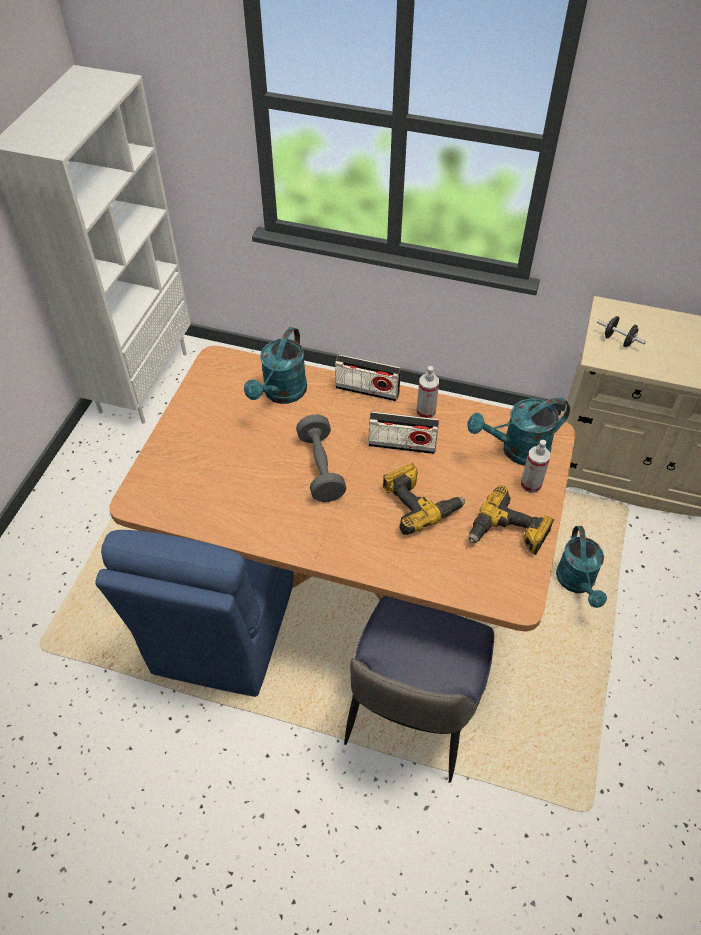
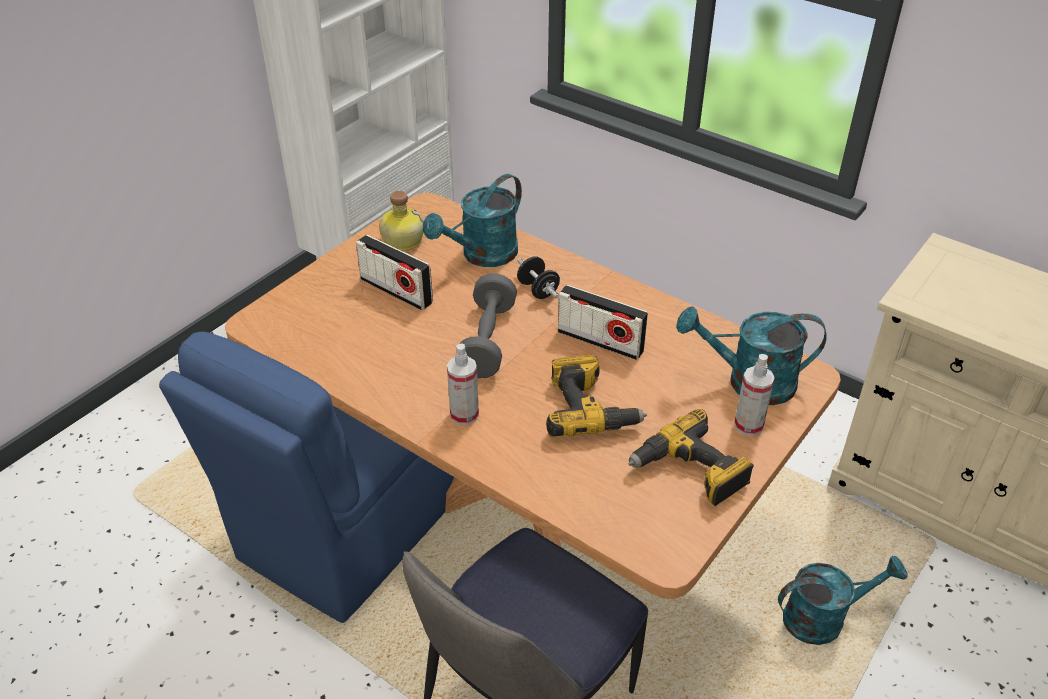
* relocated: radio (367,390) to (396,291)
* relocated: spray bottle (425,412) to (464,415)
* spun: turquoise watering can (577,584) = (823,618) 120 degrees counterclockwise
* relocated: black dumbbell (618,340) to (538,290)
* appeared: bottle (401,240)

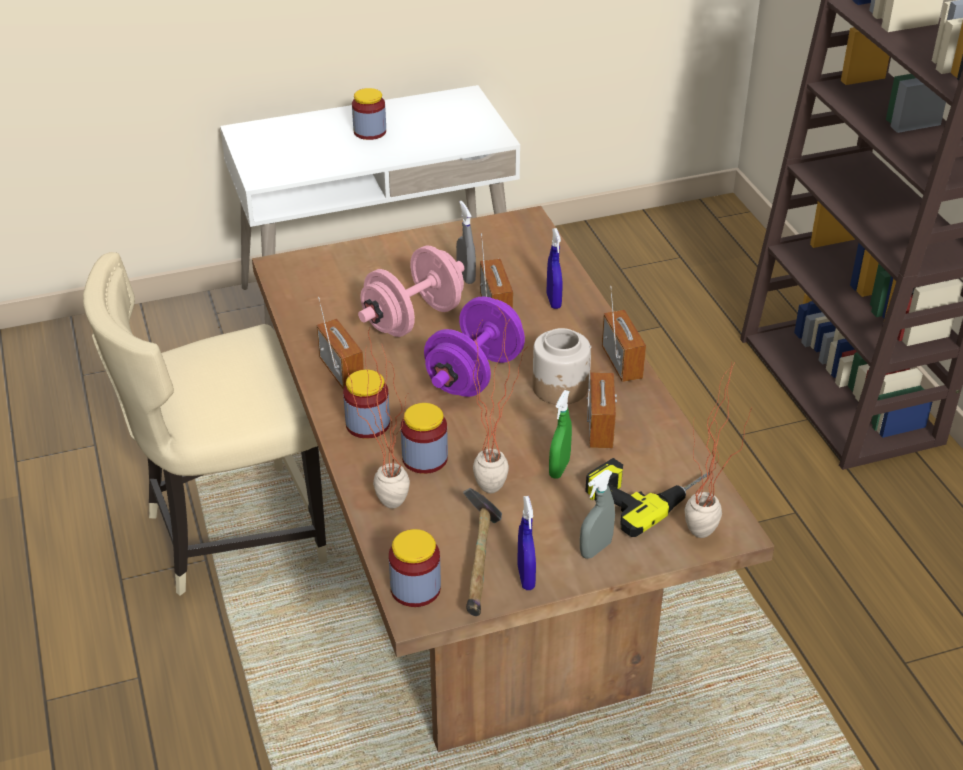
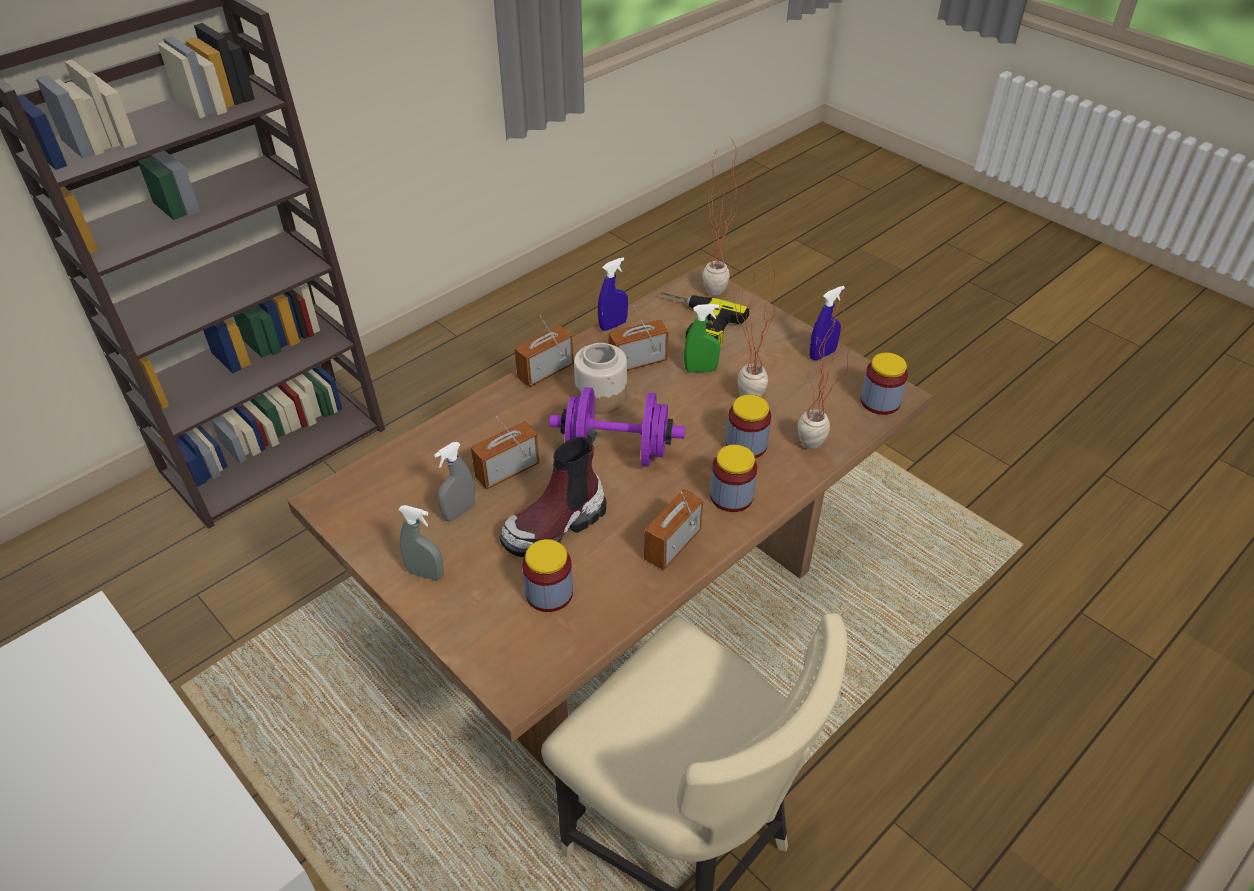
* relocated: jar (370,132) to (549,593)
* exchanged: pink dumbbell (413,319) to boot (556,525)
* missing: hammer (480,564)
* relocated: blue spray bottle (553,301) to (613,325)
* relocated: grey spray bottle (595,549) to (426,573)

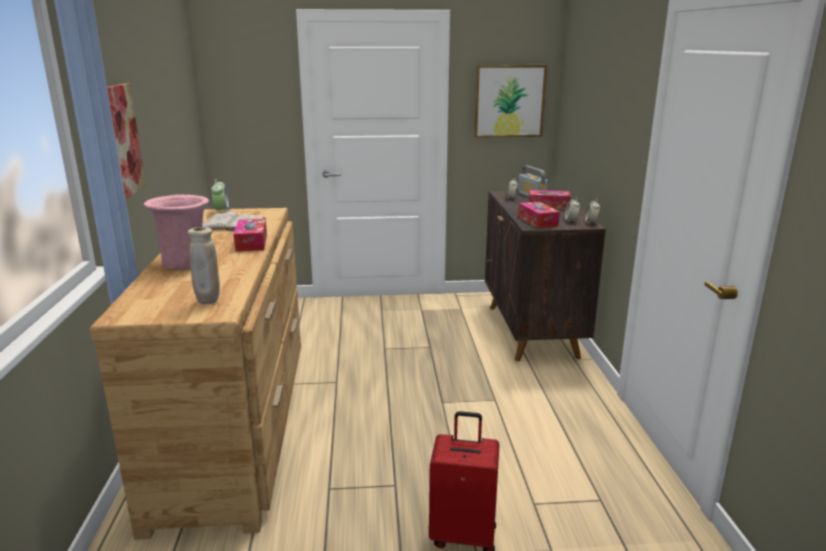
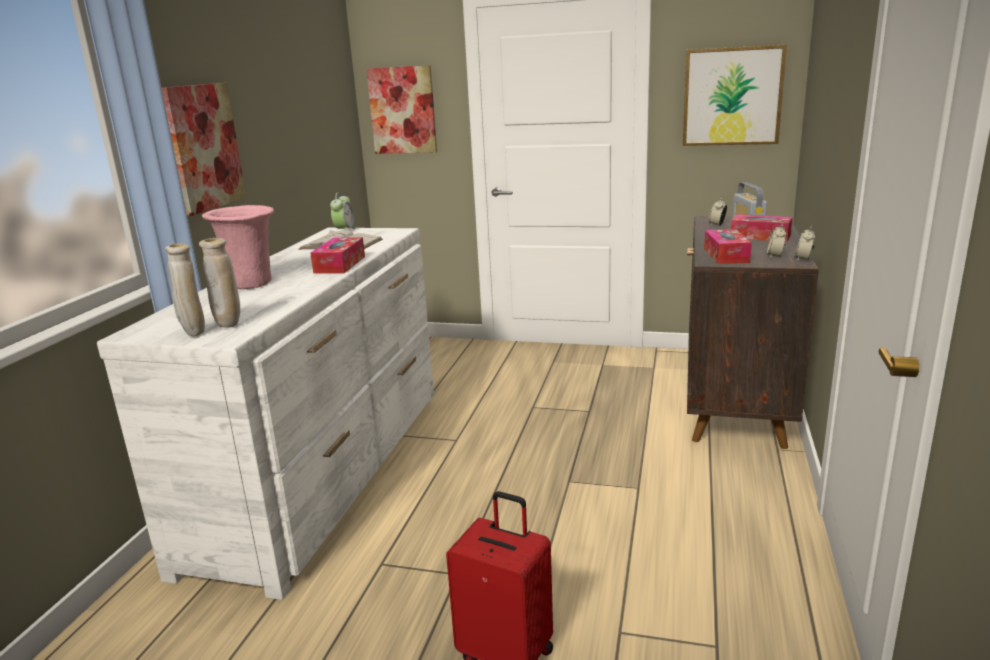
* colour: brown dresser (237,421) to white dresser (327,470)
* appeared: beige vase (193,334)
* appeared: picture (403,110)

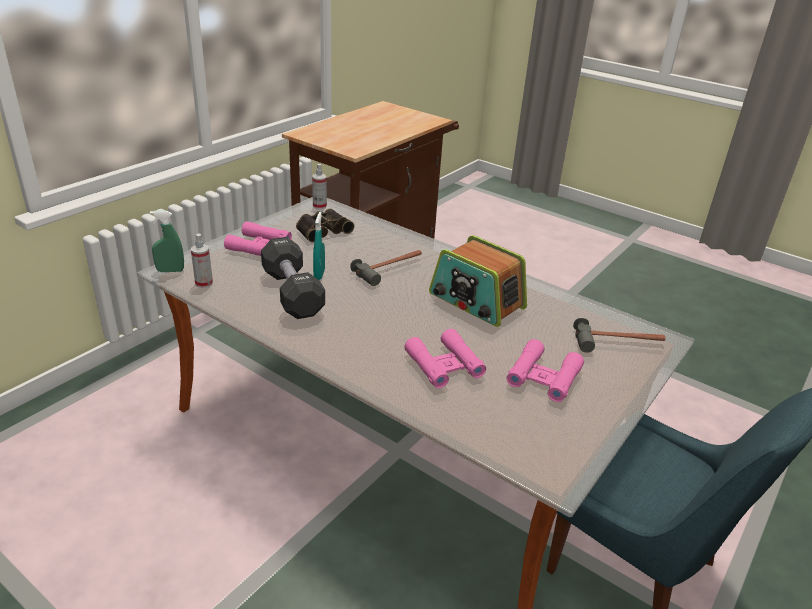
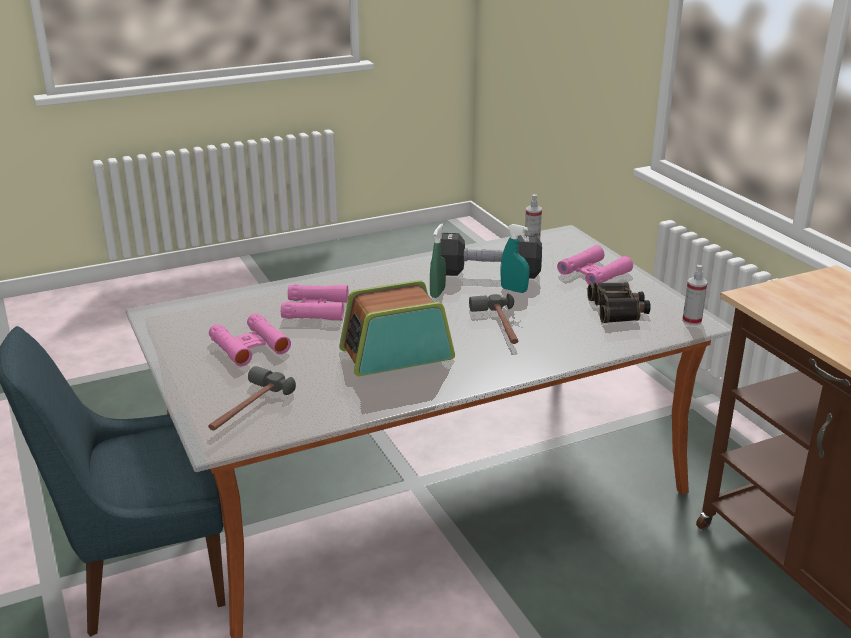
* relocated: green spray bottle (170,271) to (437,293)

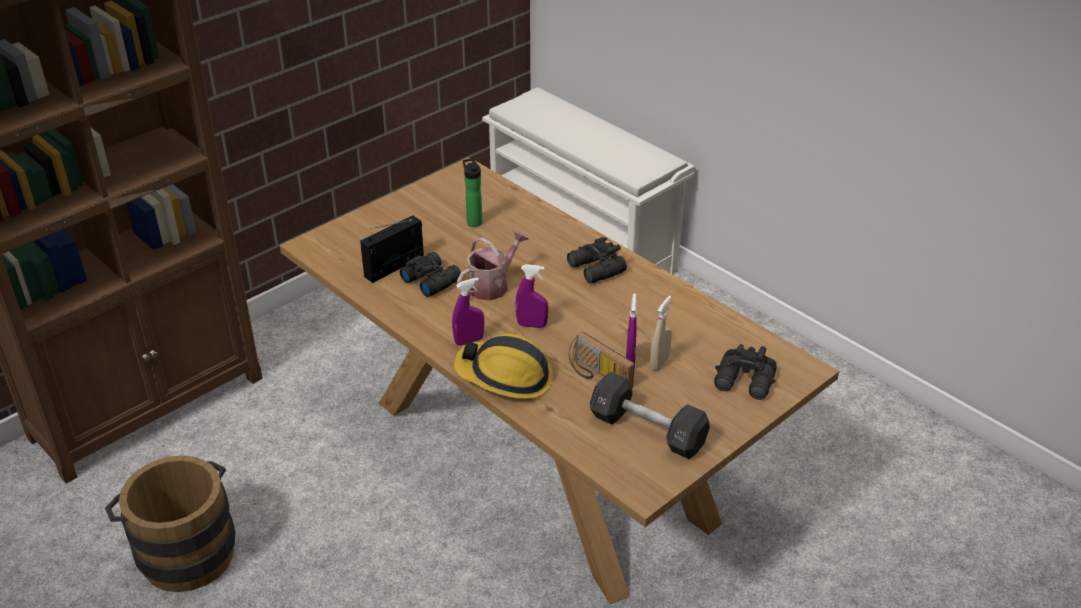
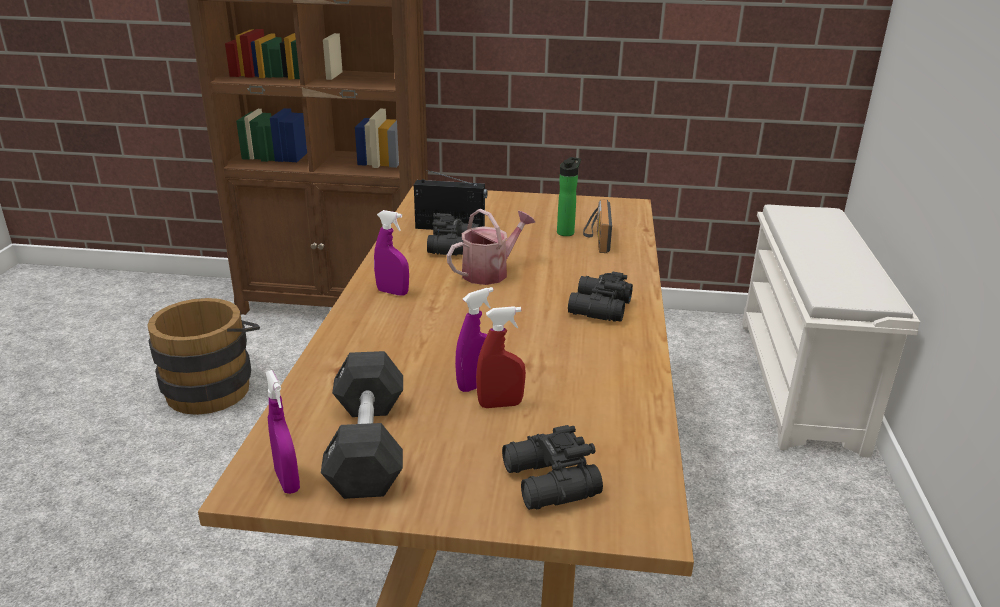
* missing: hard hat (505,377)
* spun: watering can (492,285) = (490,272) 45 degrees counterclockwise
* relocated: purple spray bottle (532,325) to (287,481)
* relocated: radio (597,375) to (595,238)
* colour: beige spray bottle (659,363) to red spray bottle (500,404)

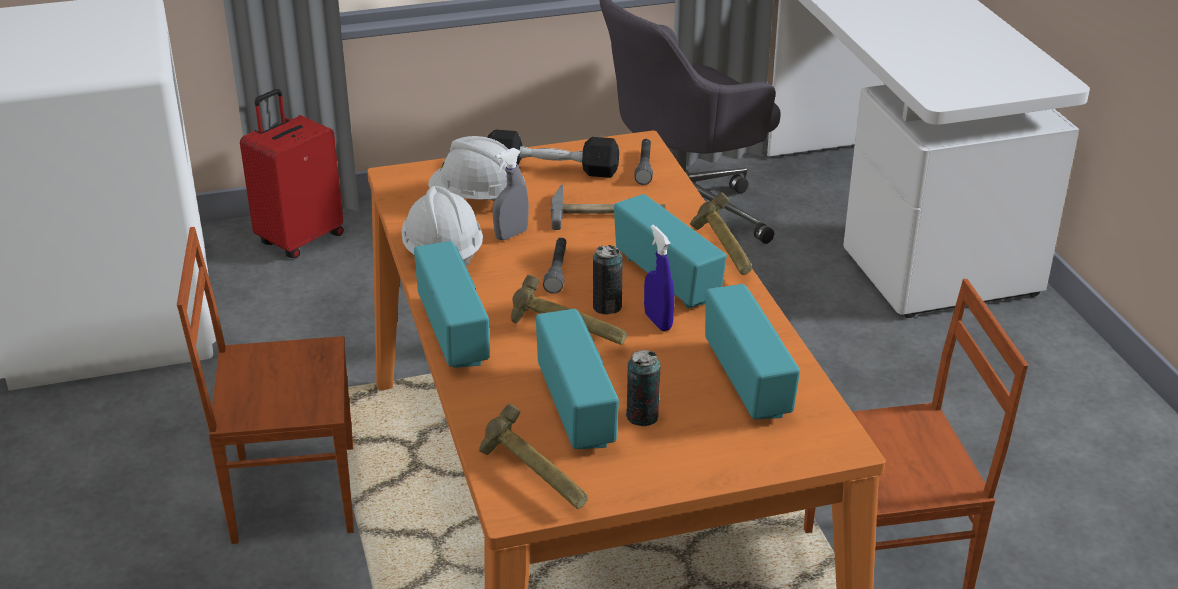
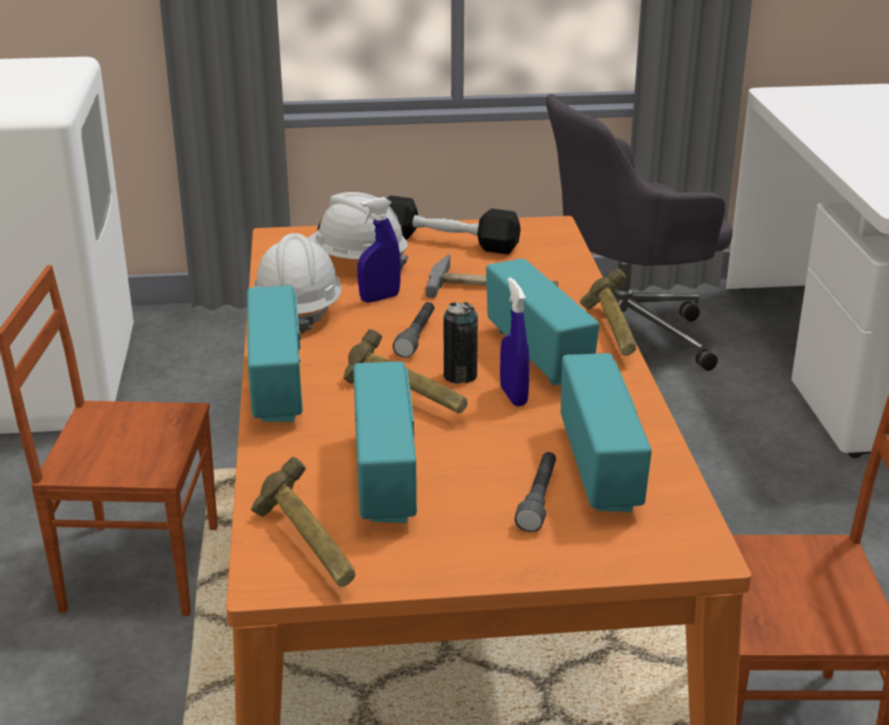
* missing: red suitcase (299,239)
* colour: grey spray bottle (511,234) to blue spray bottle (379,298)
* missing: can (642,417)
* relocated: grey flashlight (644,167) to (538,499)

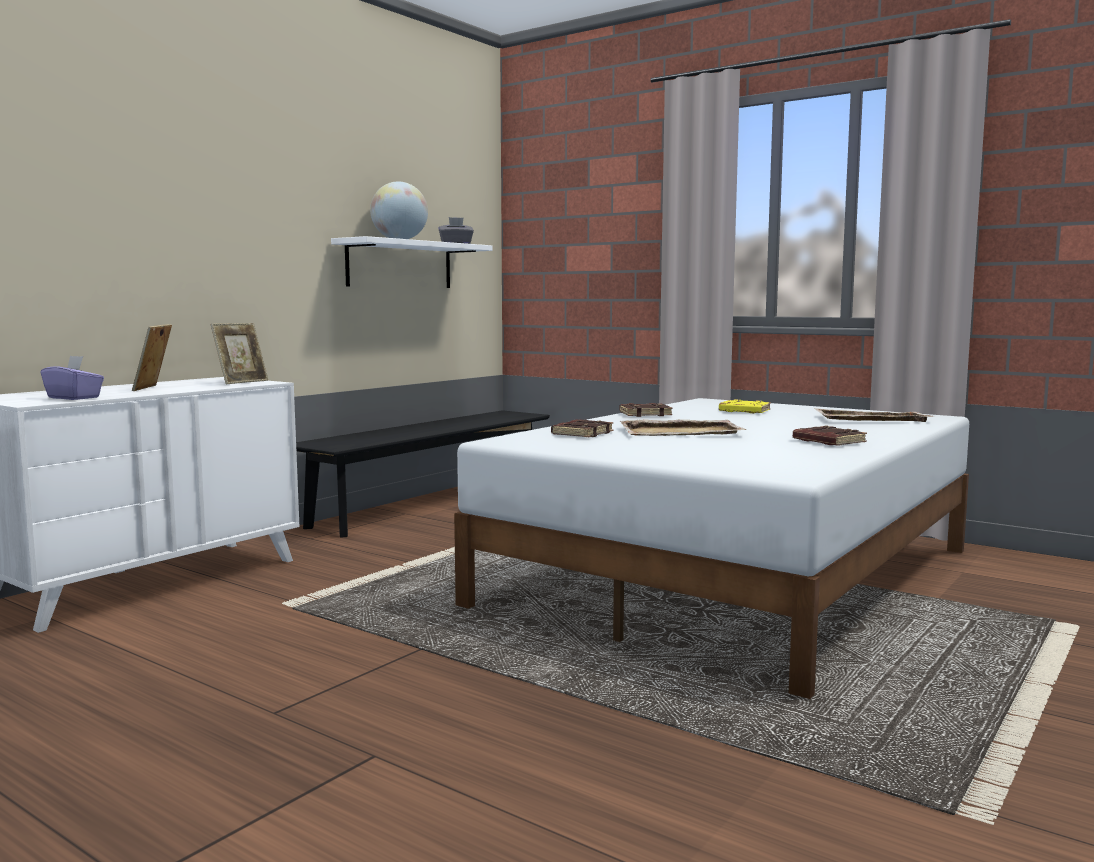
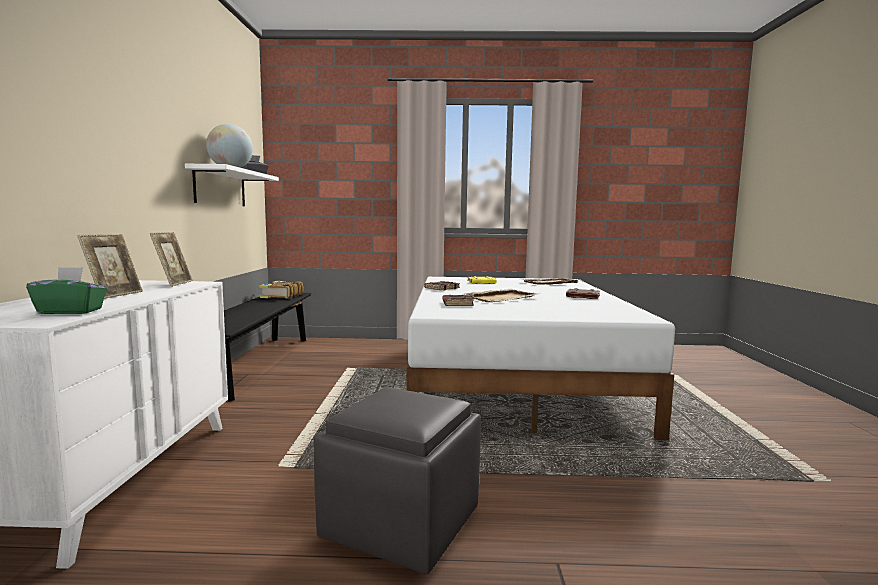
* colour: purple tissue box (74,398) to green tissue box (71,311)
* spun: picture frame (154,388) = (114,295) 135 degrees counterclockwise
* appeared: book (281,296)
* appeared: grey ottoman (402,525)

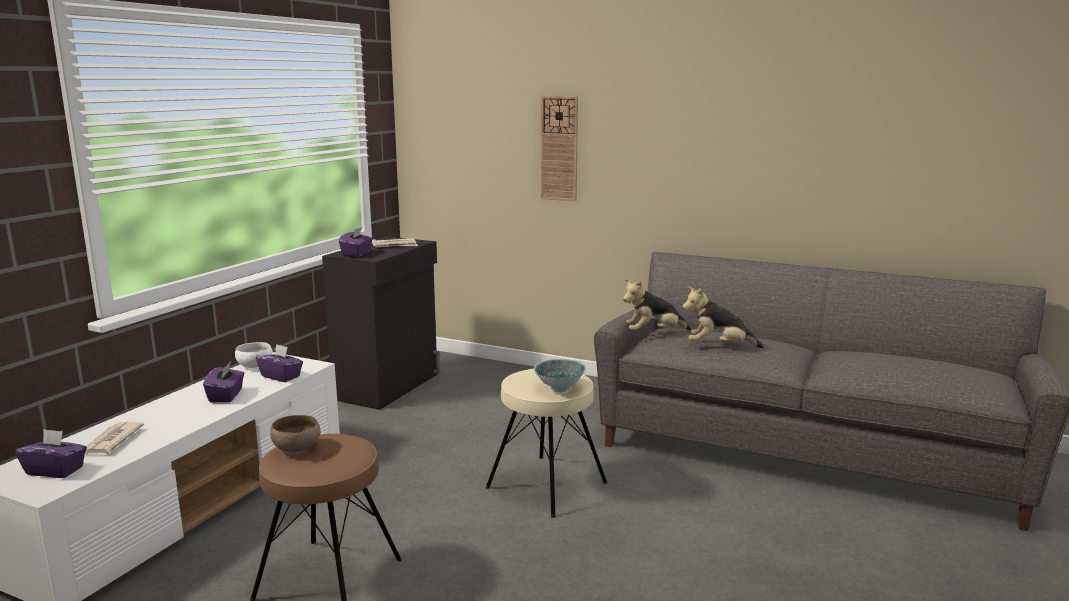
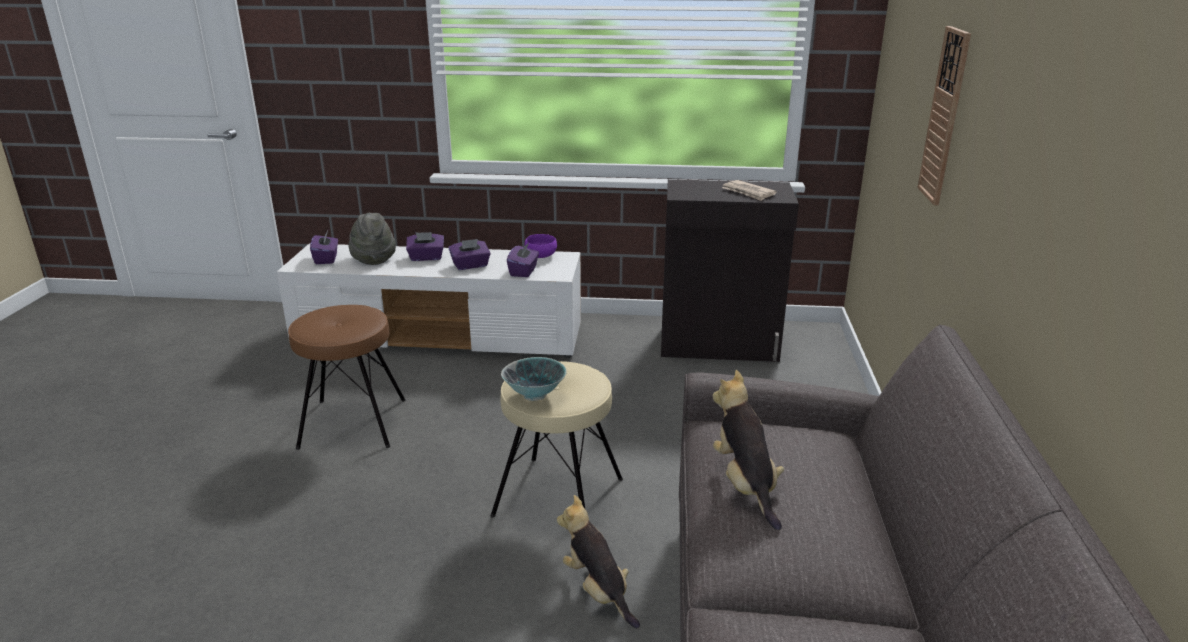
* exchanged: newspaper (110,442) to grey hat (373,258)
* colour: white bowl (255,366) to purple bowl (541,256)
* missing: brown bowl (297,448)
* relocated: purple tissue box (357,254) to (426,258)
* relocated: plush toy (653,333) to (598,590)

